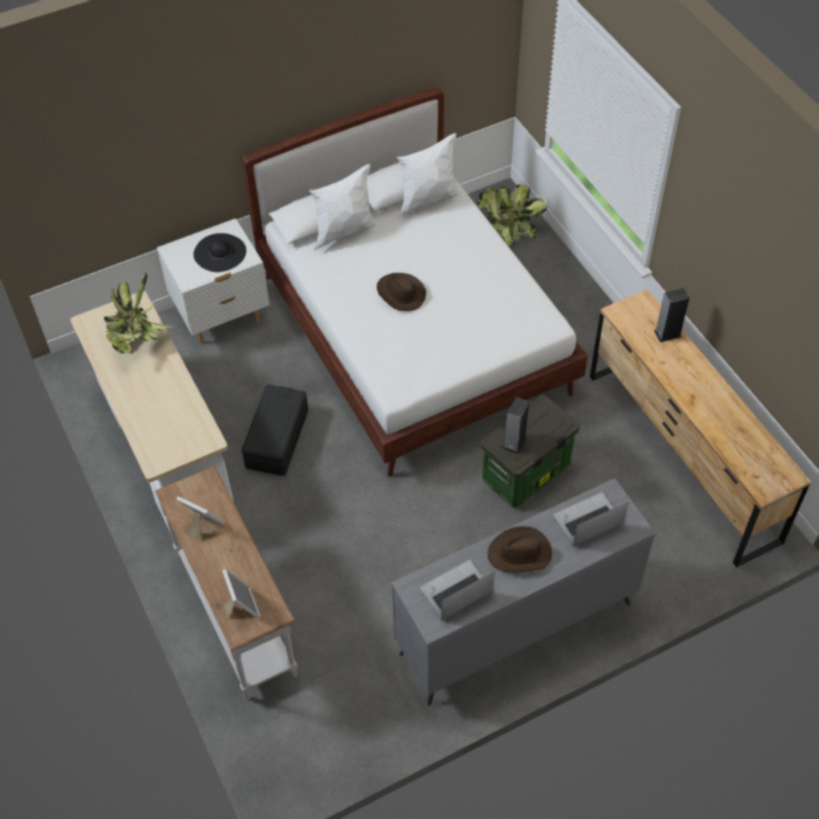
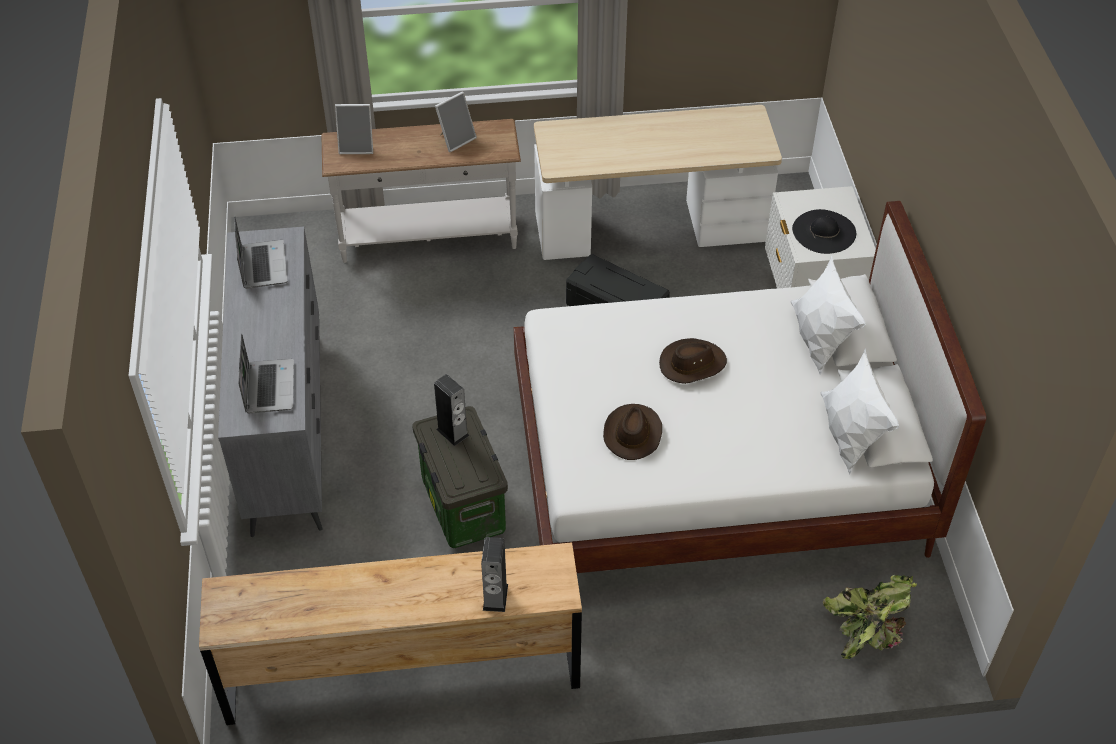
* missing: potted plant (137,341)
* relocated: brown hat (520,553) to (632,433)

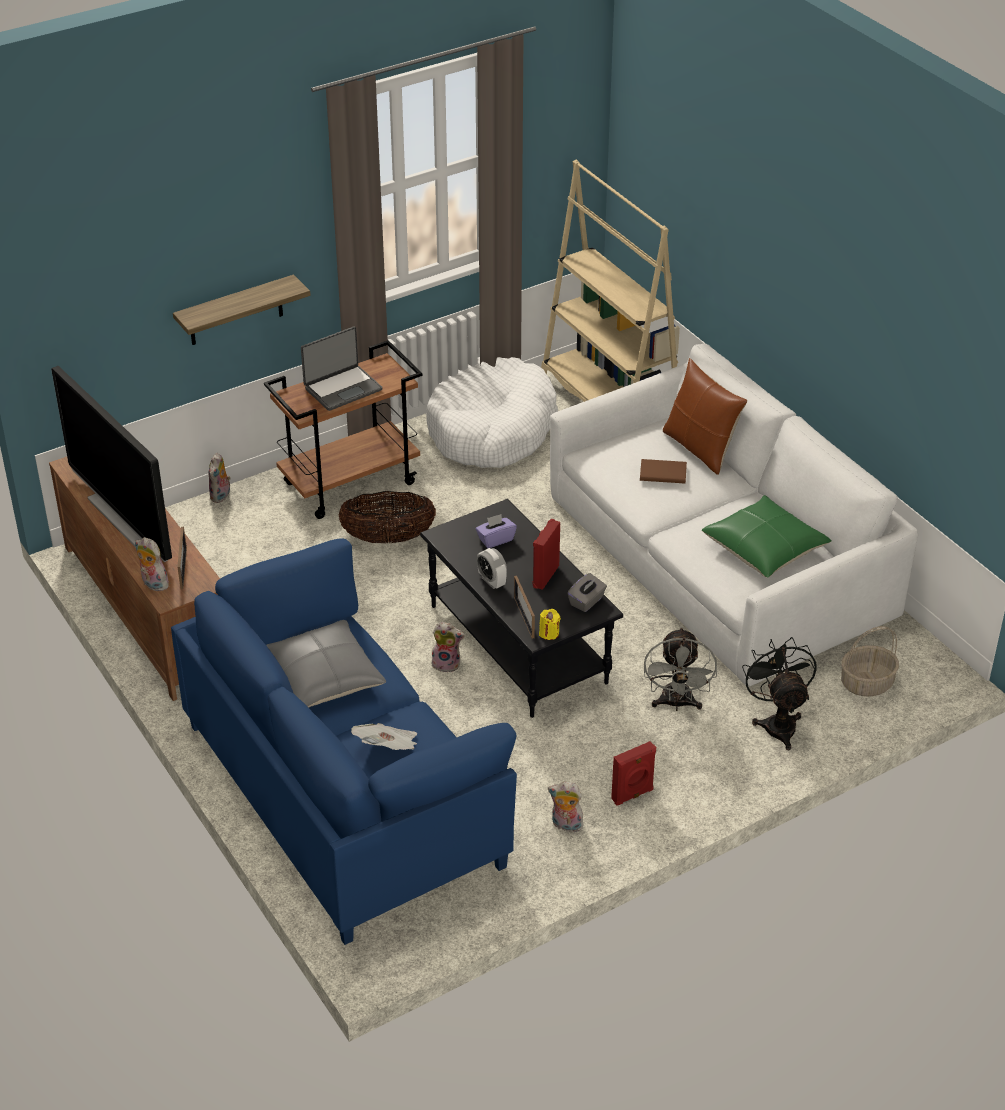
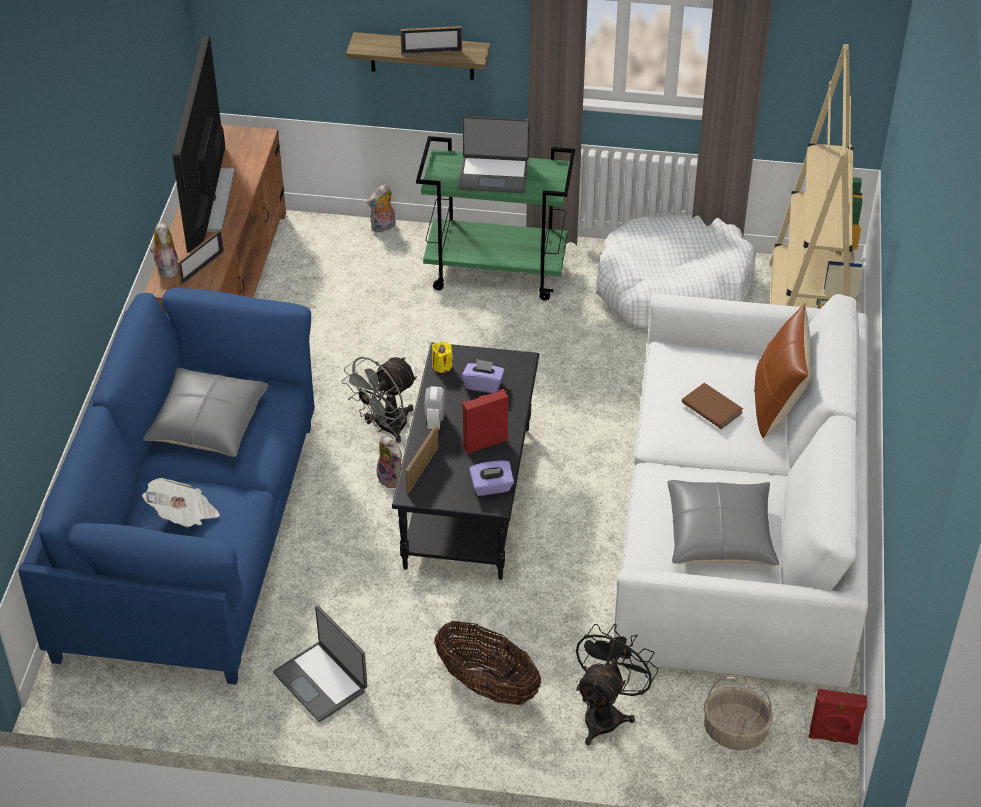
* colour: brown cart (350,483) to green cart (497,271)
* relocated: basket (388,538) to (487,685)
* relocated: yellow candle (549,633) to (442,366)
* exchanged: plush toy (565,825) to laptop (322,681)
* colour: grey tissue box (587,601) to purple tissue box (491,487)
* relocated: red speaker (633,795) to (833,738)
* relocated: grey fan (676,704) to (385,427)
* colour: green pillow (764,548) to grey pillow (720,534)
* appeared: picture frame (431,52)

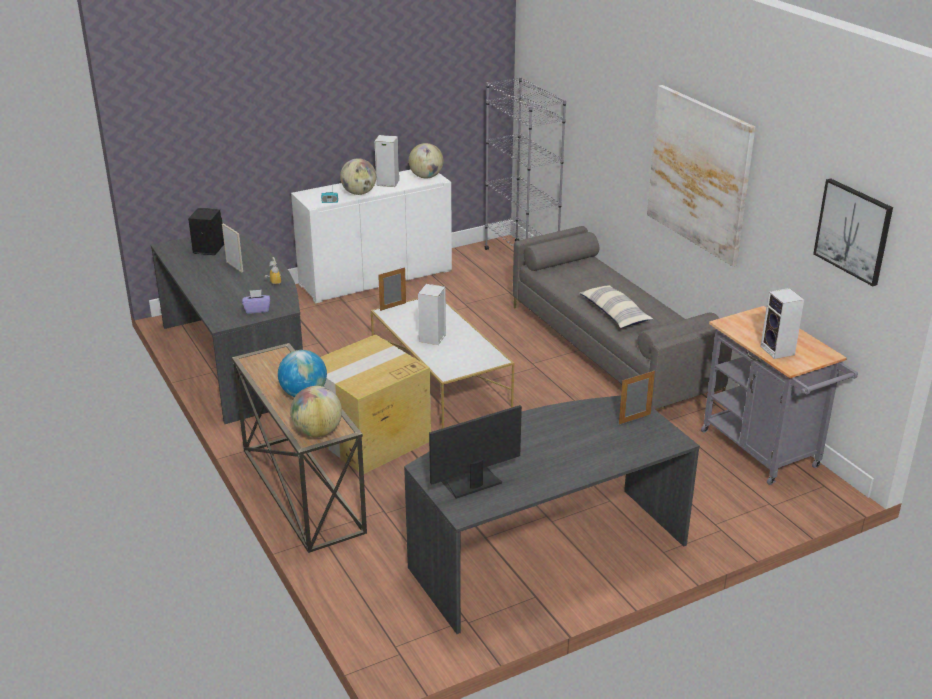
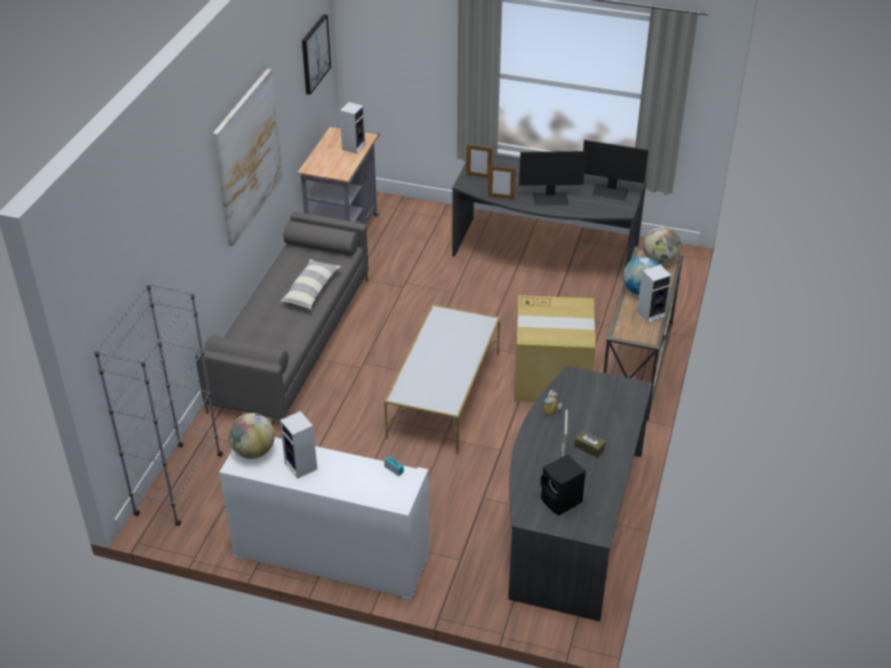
* missing: purple tissue box (257,309)
* missing: globe (359,193)
* relocated: picture frame (393,306) to (501,197)
* relocated: speaker (432,338) to (651,313)
* appeared: monitor (551,198)
* appeared: brown tissue box (589,448)

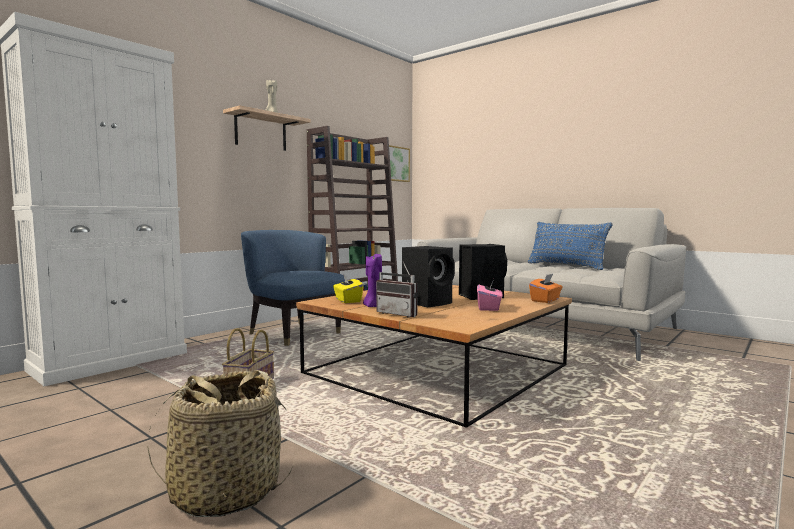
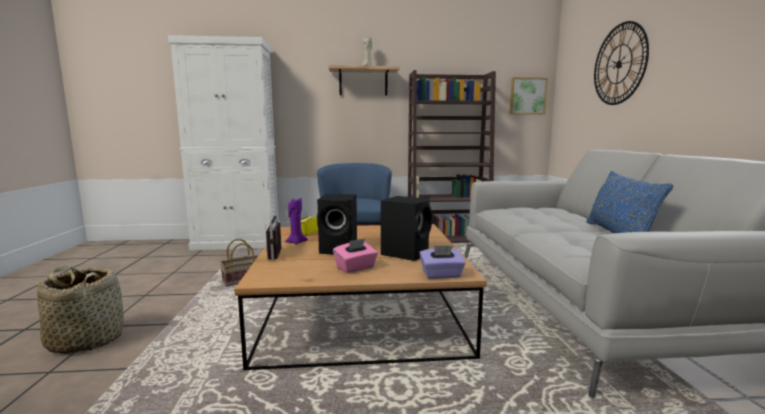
* colour: orange tissue box (545,300) to purple tissue box (441,275)
* appeared: wall clock (619,64)

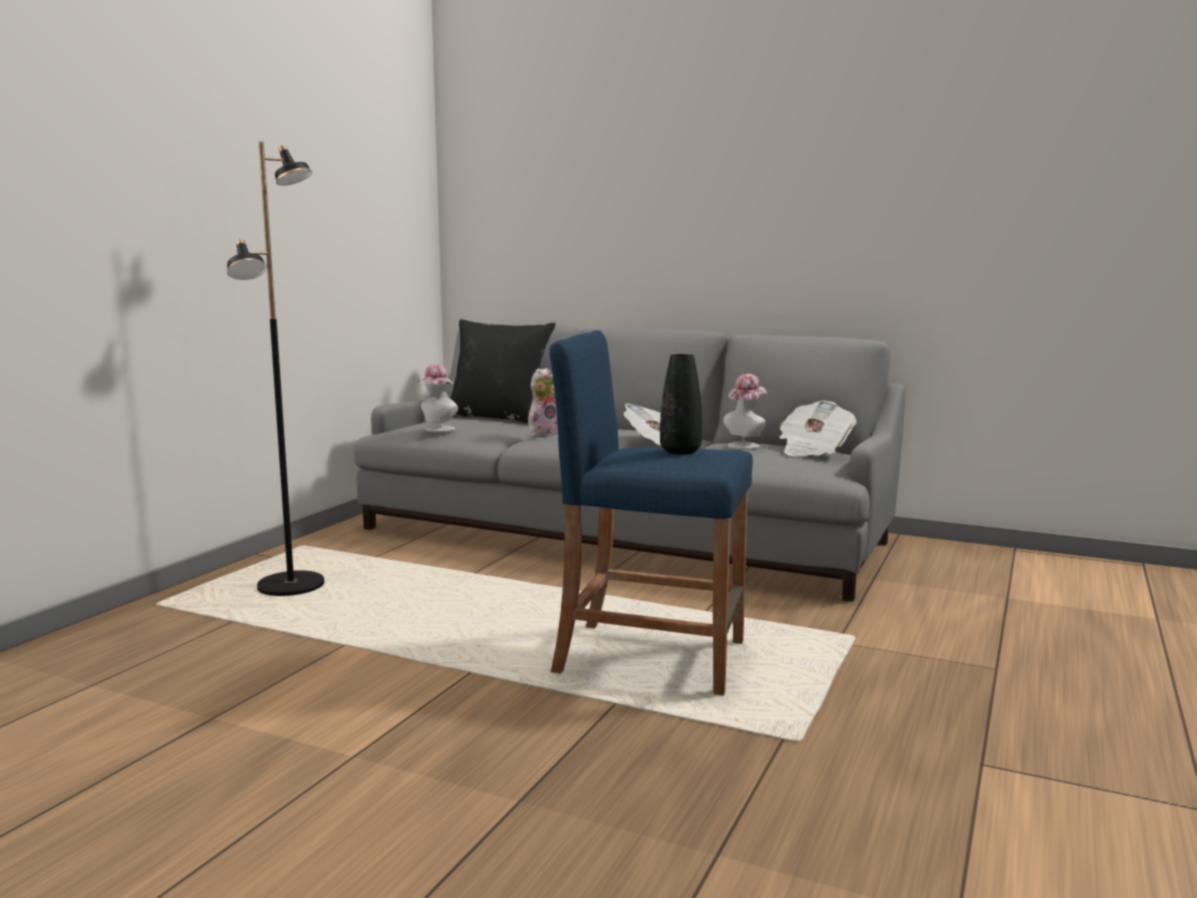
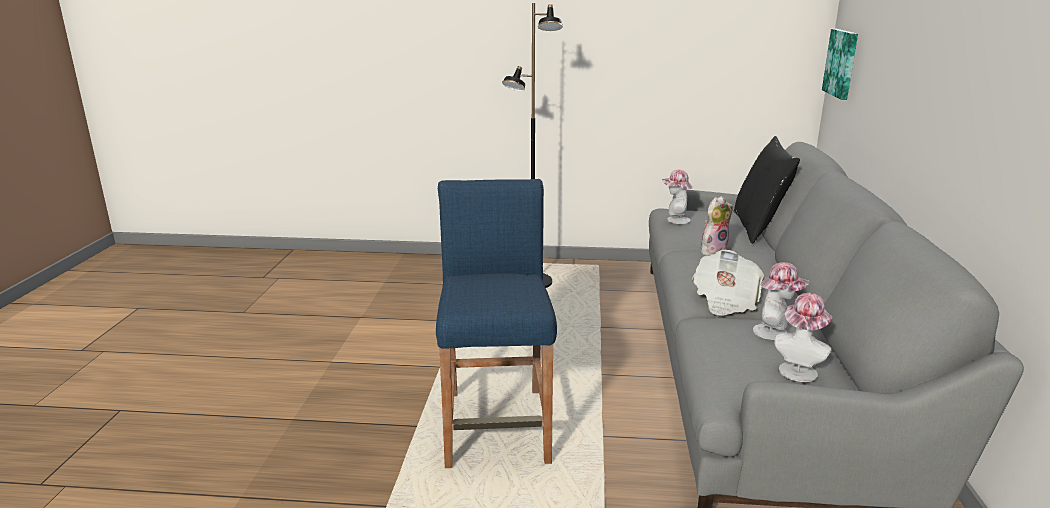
* spun: plush toy (543,434) = (713,251) 60 degrees counterclockwise
* missing: black vase (680,451)
* exchanged: newspaper (813,450) to hat (798,369)
* appeared: picture (842,63)

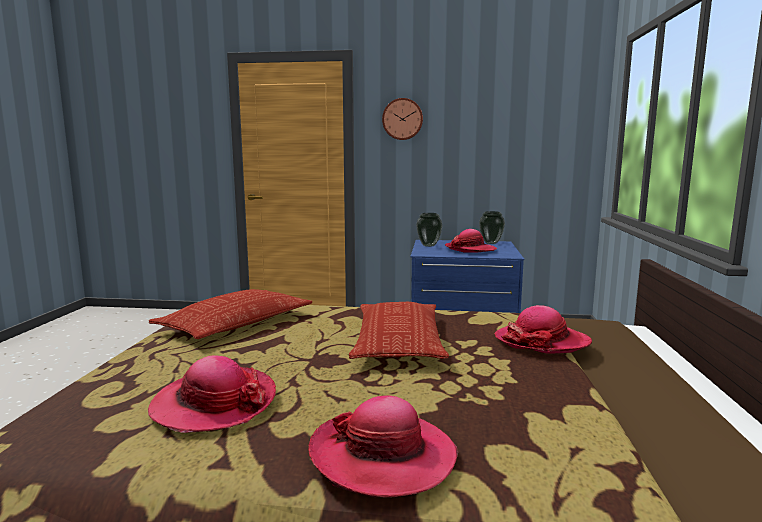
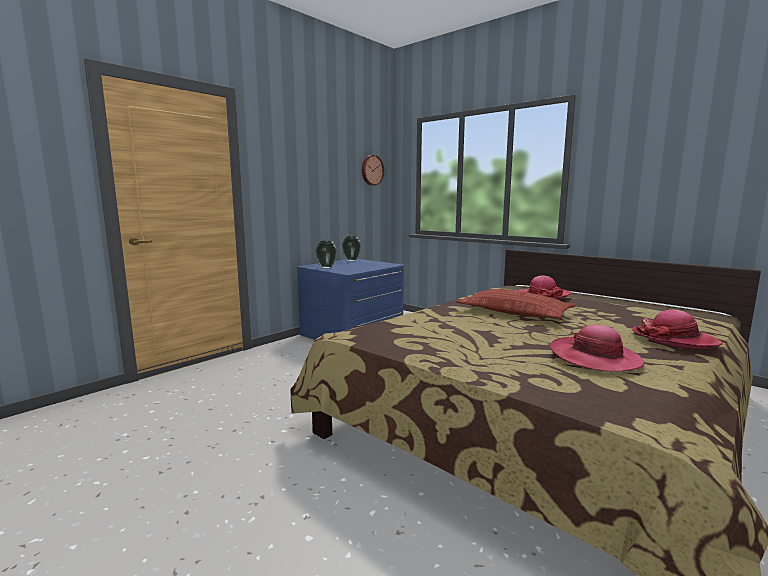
* missing: pillow (236,323)
* relocated: wall clock (402,119) to (371,170)
* missing: hat (470,249)

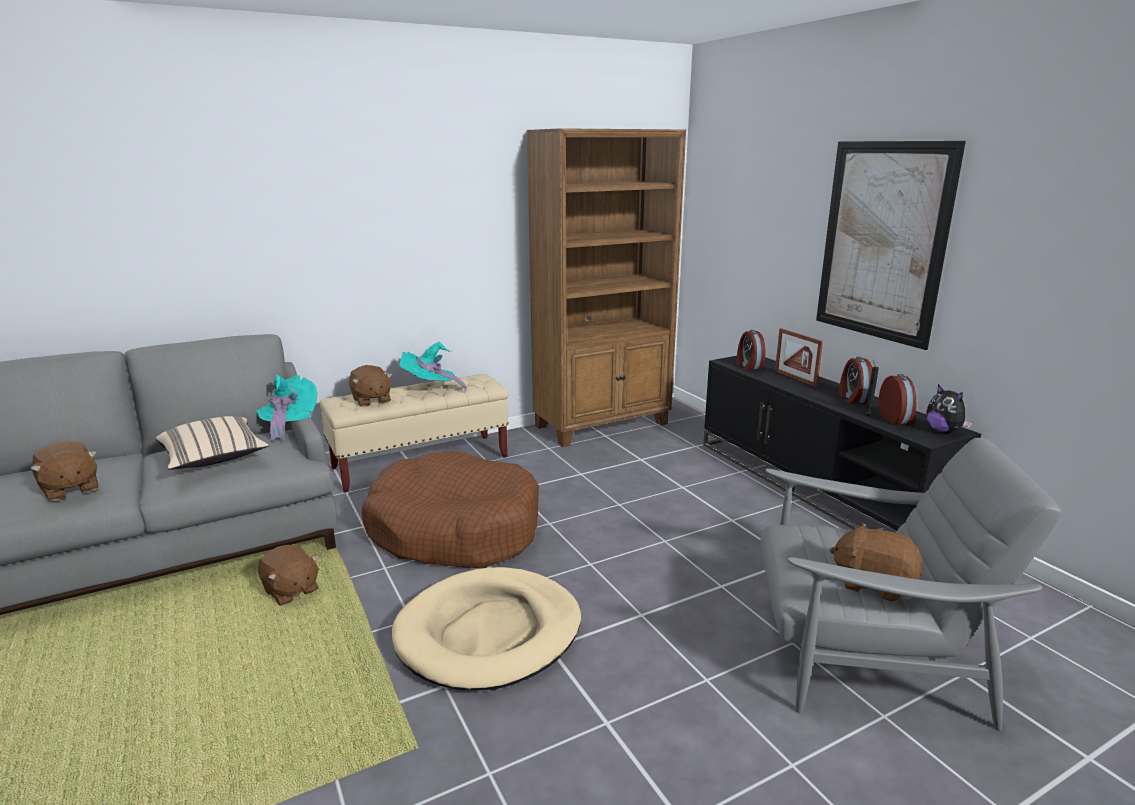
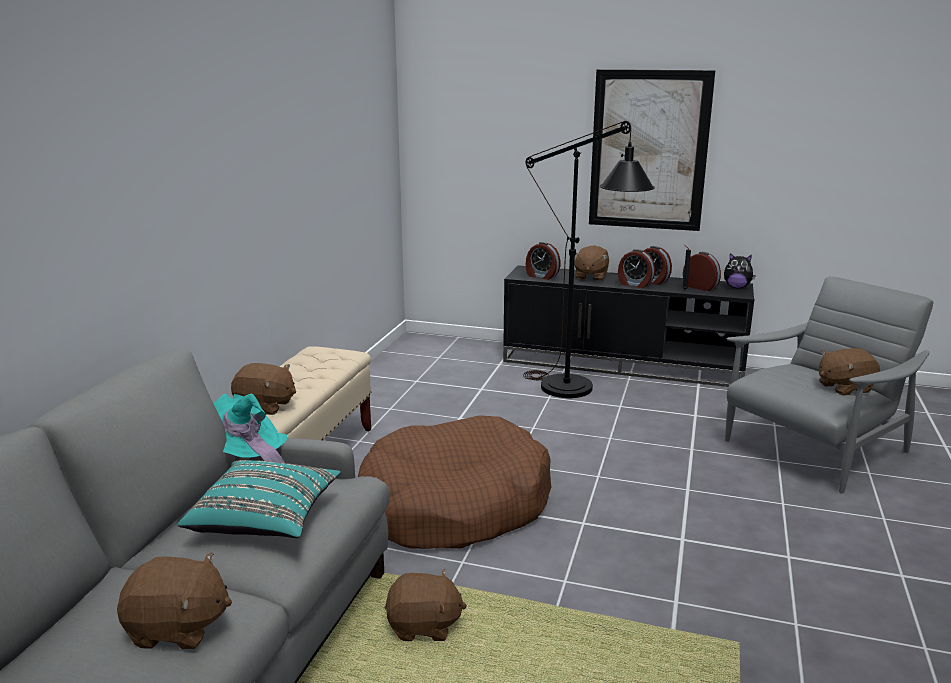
* colour: beige pillow (214,459) to turquoise pillow (265,519)
* missing: beige dog bed (489,633)
* missing: turquoise hat (430,389)
* missing: brown bookcase (603,425)
* exchanged: picture frame (795,378) to brown plush toy (590,277)
* appeared: black floor lamp (578,392)
* appeared: alarm clock (634,284)

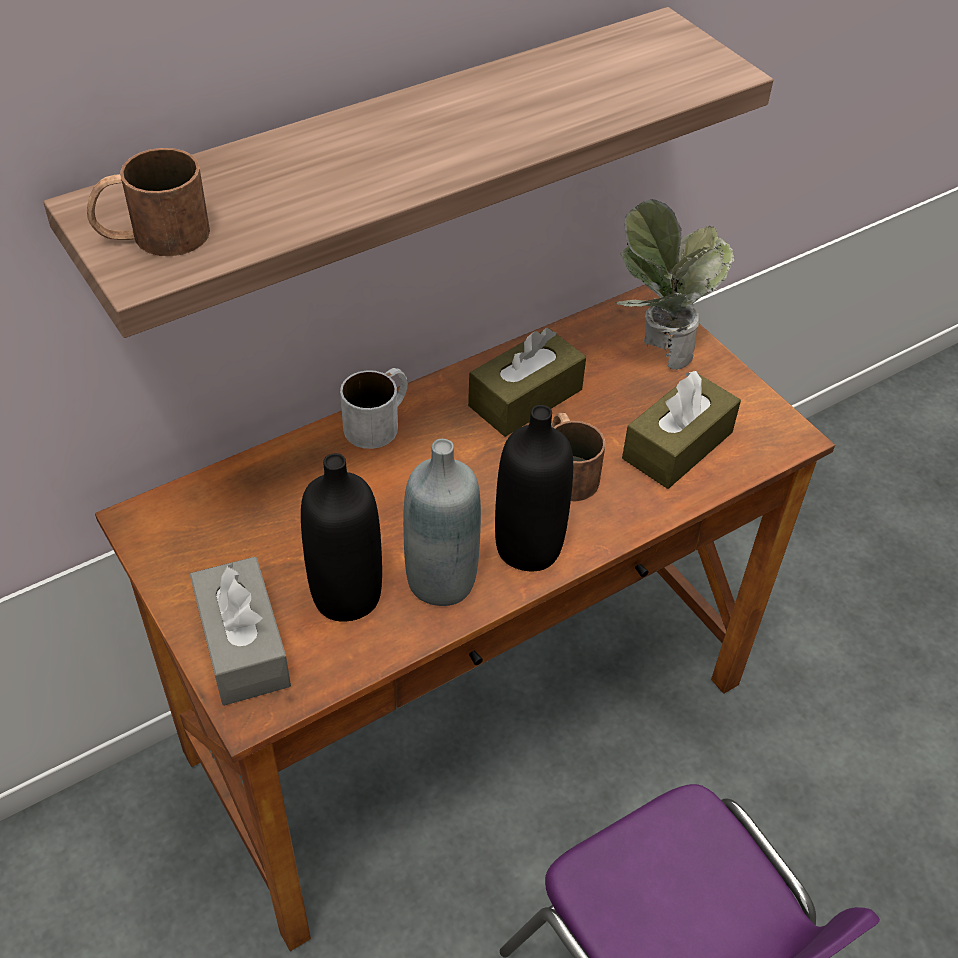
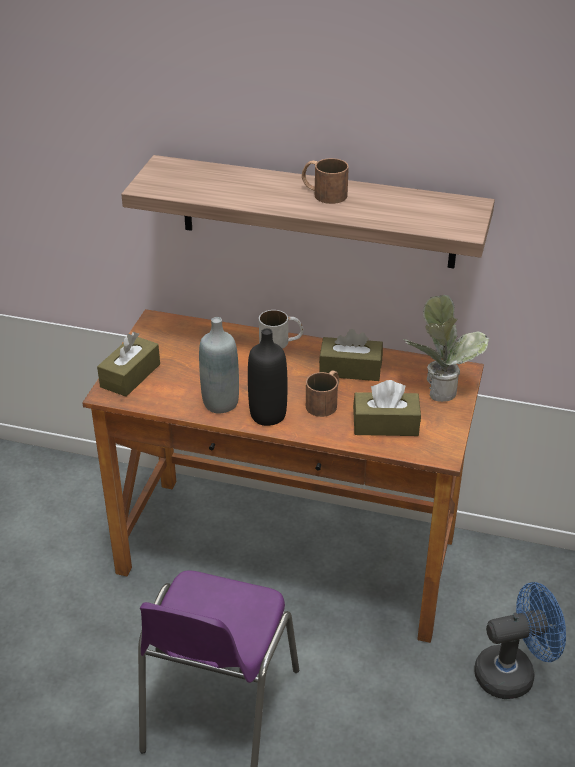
* relocated: brown mug (152,236) to (323,193)
* colour: grey tissue box (243,645) to brown tissue box (130,375)
* missing: black bottle (346,596)
* appeared: blue fan (513,673)

